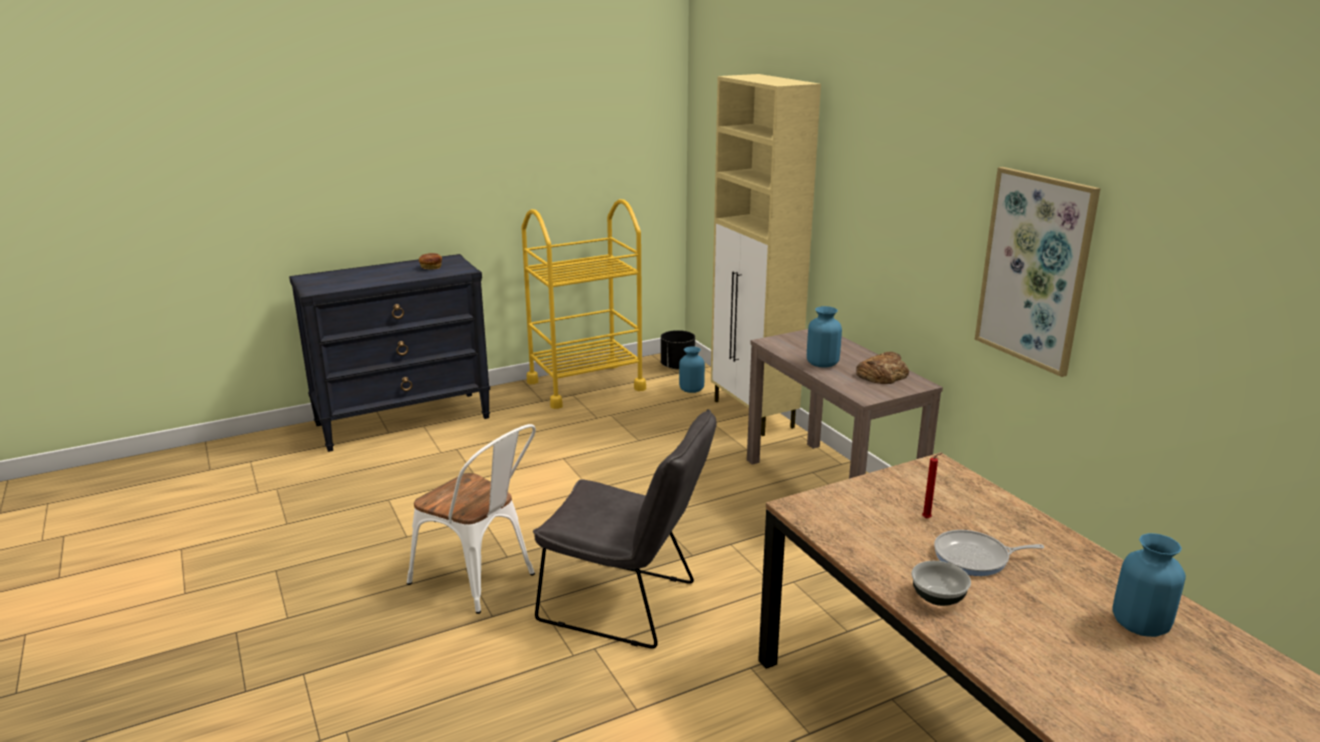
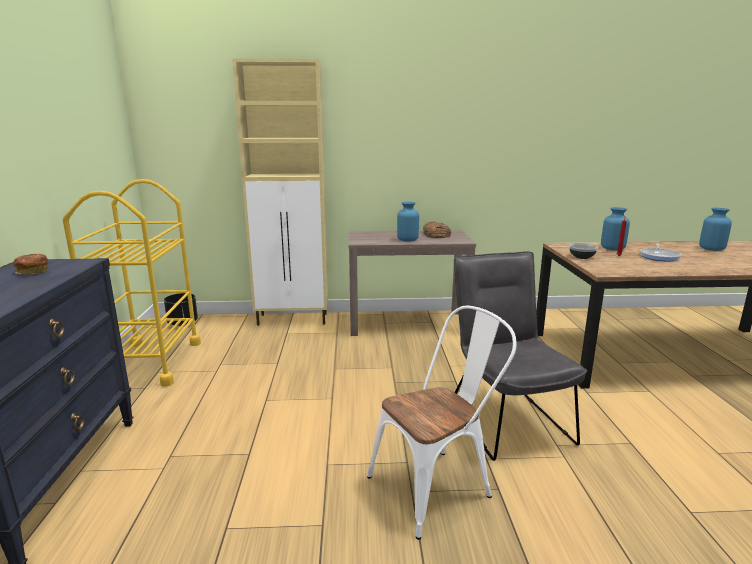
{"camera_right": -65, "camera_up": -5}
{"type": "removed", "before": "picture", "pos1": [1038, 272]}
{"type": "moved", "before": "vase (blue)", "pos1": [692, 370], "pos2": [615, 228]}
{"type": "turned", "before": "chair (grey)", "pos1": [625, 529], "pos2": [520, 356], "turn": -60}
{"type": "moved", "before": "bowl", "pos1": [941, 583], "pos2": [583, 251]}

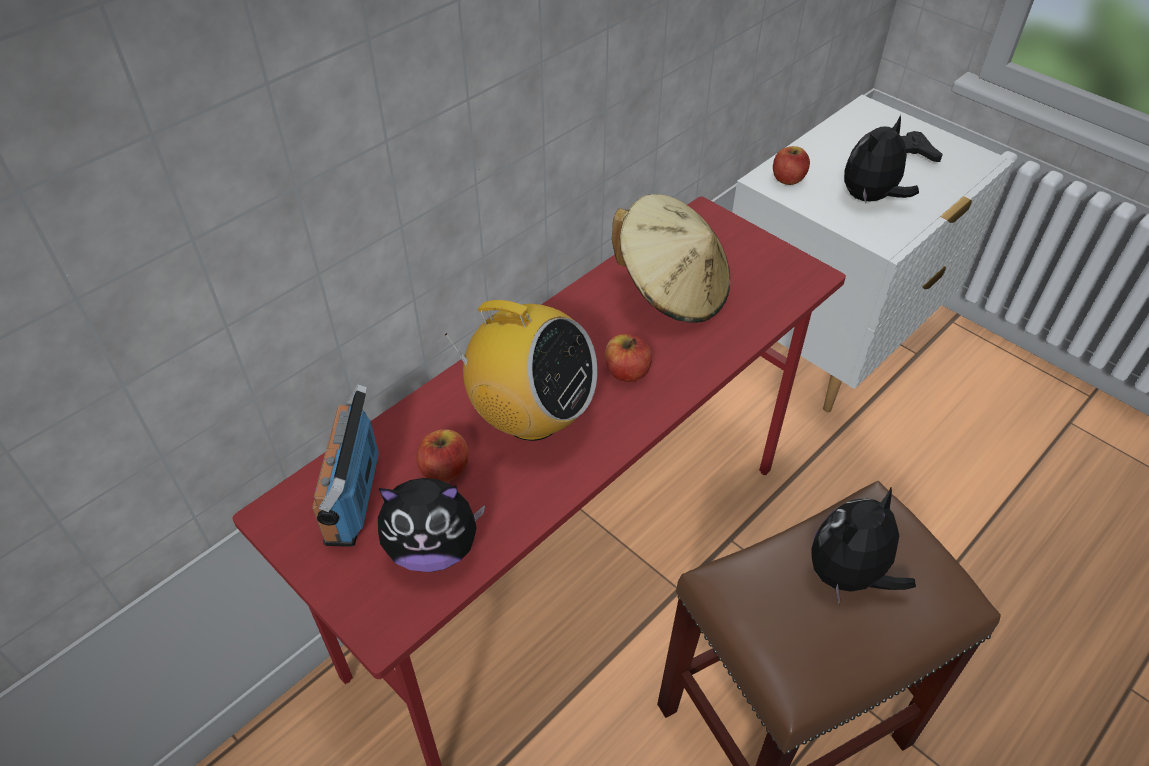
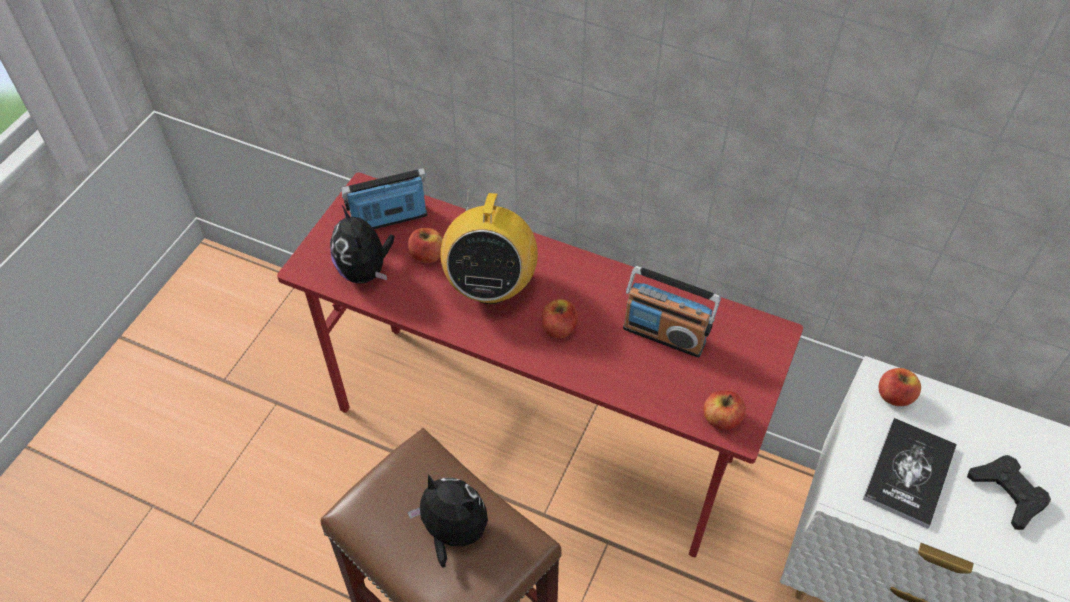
{"camera_right": 70, "camera_up": 5}
{"type": "replaced", "before": "plush toy", "after": "book", "pos1": [881, 159], "pos2": [910, 473]}
{"type": "replaced", "before": "hat (beige)", "after": "radio", "pos1": [671, 258], "pos2": [672, 312]}
{"type": "added", "after": "apple", "pos2": [725, 410]}

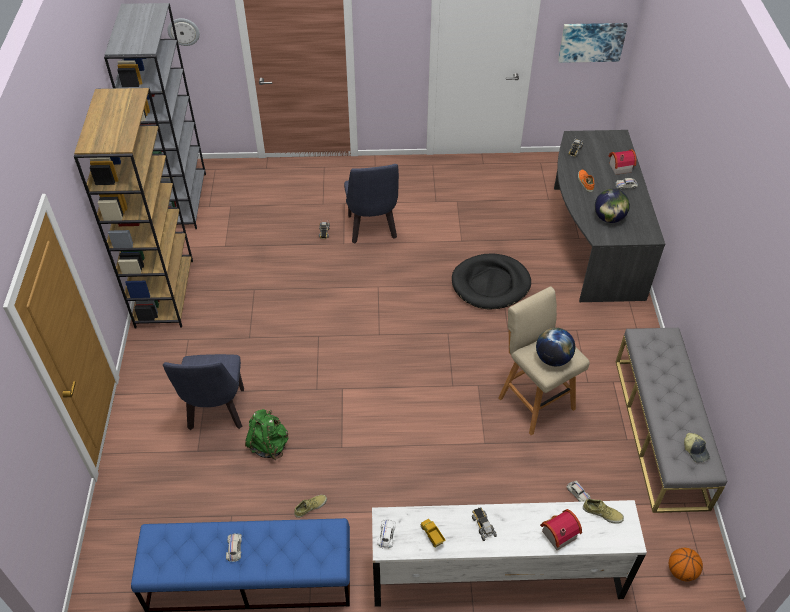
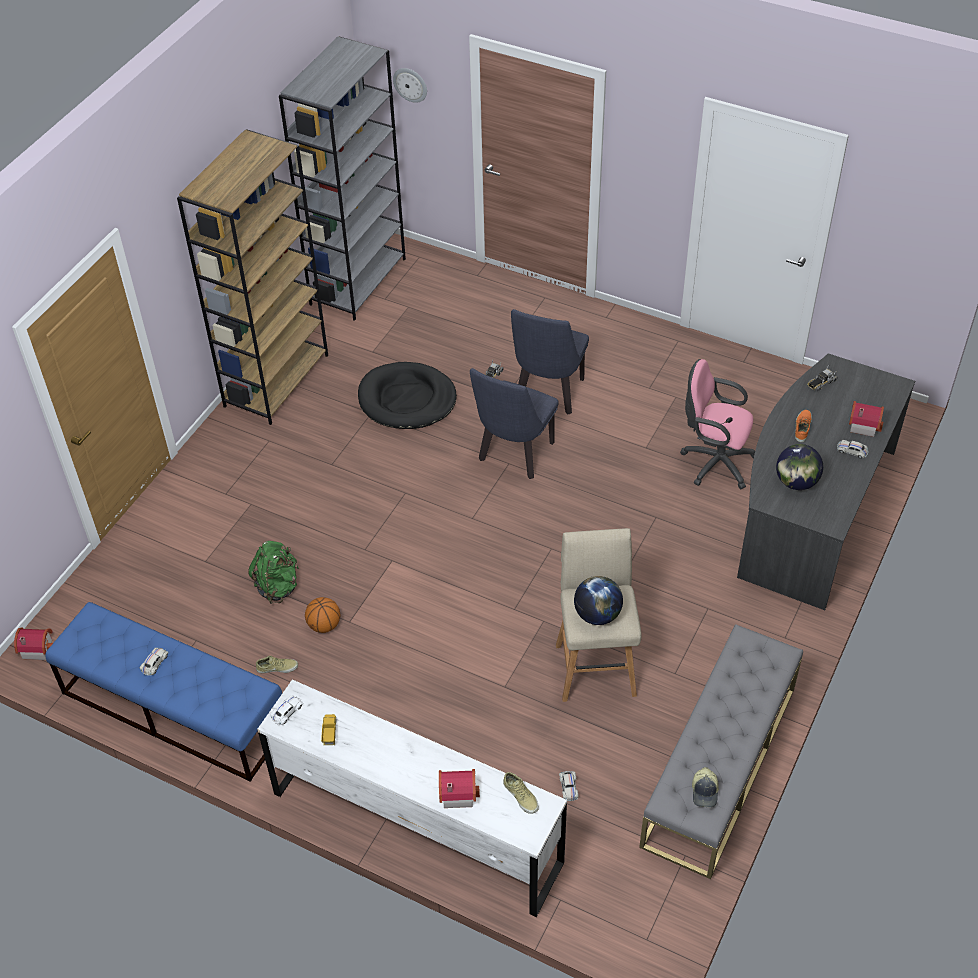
{"camera_right": 30, "camera_up": 0}
{"type": "removed", "before": "picture", "pos1": [593, 43]}
{"type": "moved", "before": "dog bed (black)", "pos1": [491, 281], "pos2": [407, 395]}
{"type": "moved", "before": "chair (blue)", "pos1": [203, 392], "pos2": [514, 423]}
{"type": "removed", "before": "toy truck", "pos1": [484, 524]}
{"type": "moved", "before": "basketball", "pos1": [686, 564], "pos2": [322, 615]}
{"type": "added", "after": "office chair (pink)", "pos2": [717, 424]}
{"type": "added", "after": "toy house", "pos2": [33, 643]}

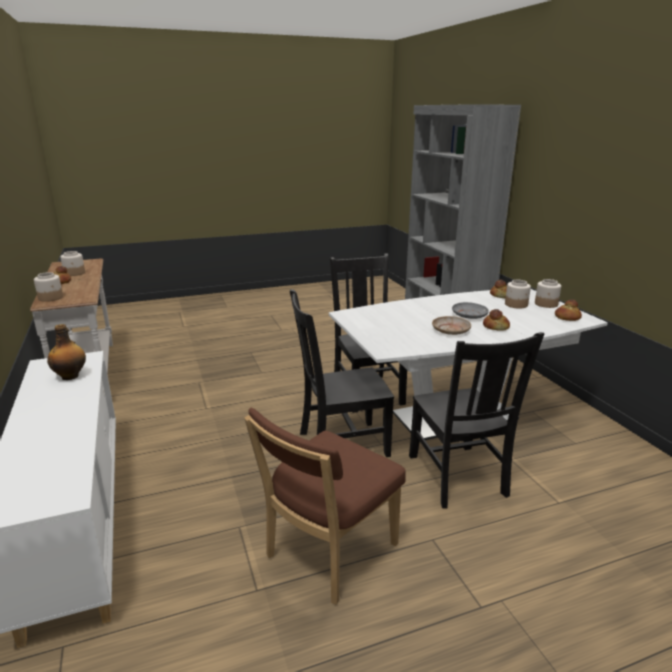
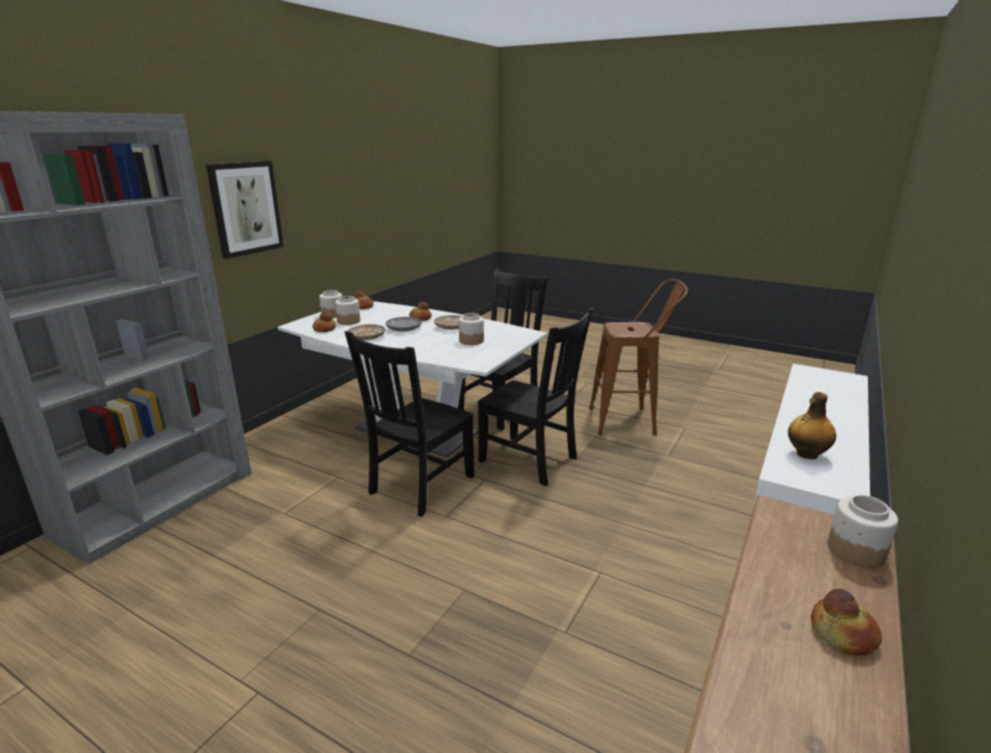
{"camera_right": -130, "camera_up": 0}
{"type": "moved", "before": "jar", "pos1": [72, 263], "pos2": [471, 329]}
{"type": "replaced", "before": "chair (brown)", "after": "stool (brown)", "pos1": [325, 506], "pos2": [638, 357]}
{"type": "added", "after": "picture", "pos2": [245, 210]}
{"type": "added", "after": "plate (beige)", "pos2": [367, 332]}

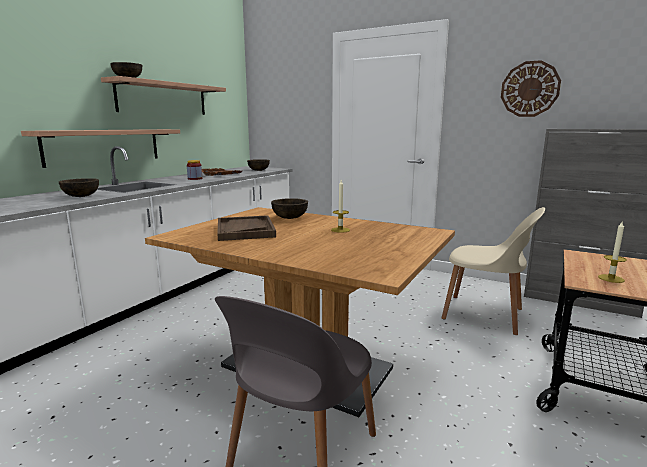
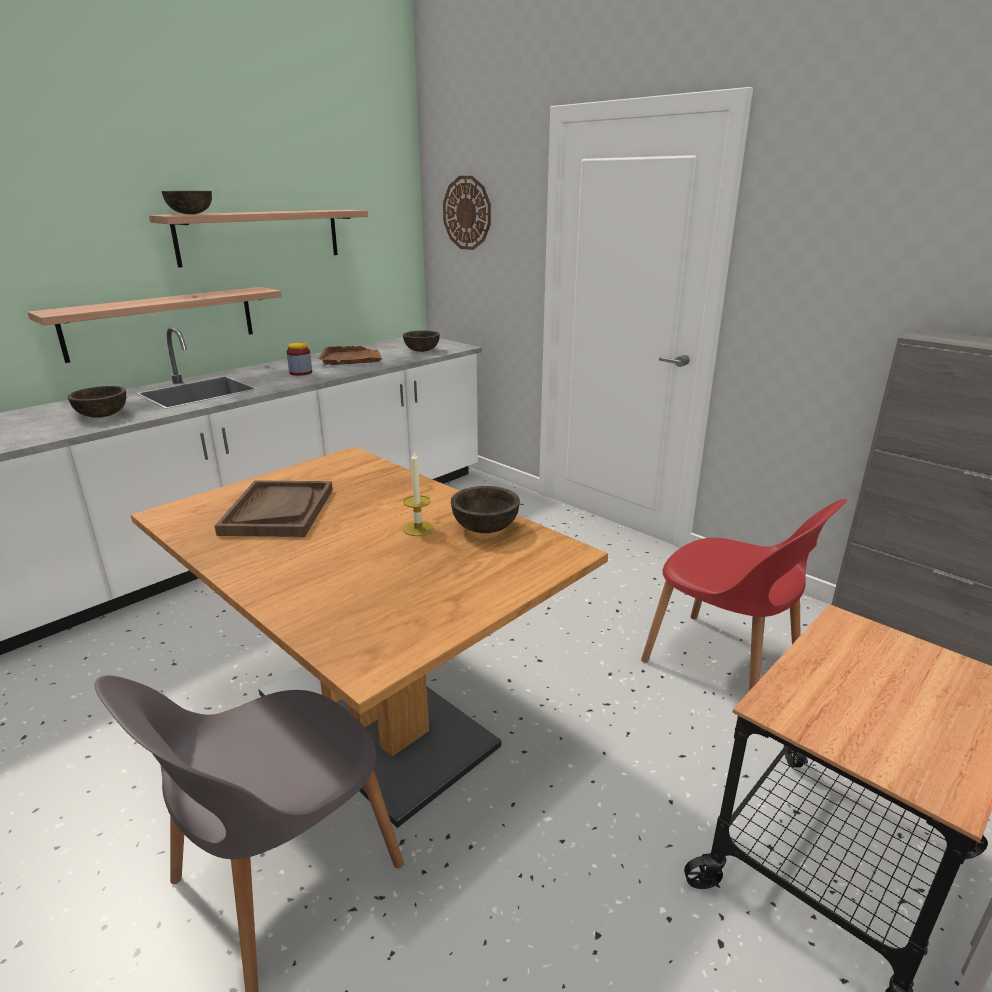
{"camera_right": 15, "camera_up": 10}
{"type": "moved", "before": "wall clock", "pos1": [531, 88], "pos2": [467, 213]}
{"type": "moved", "before": "bowl (brown)", "pos1": [289, 208], "pos2": [485, 509]}
{"type": "recoloured", "before": "chair (beige)", "after": "chair (red)", "pos1": [493, 271], "pos2": [744, 595]}
{"type": "removed", "before": "candle", "pos1": [612, 252]}

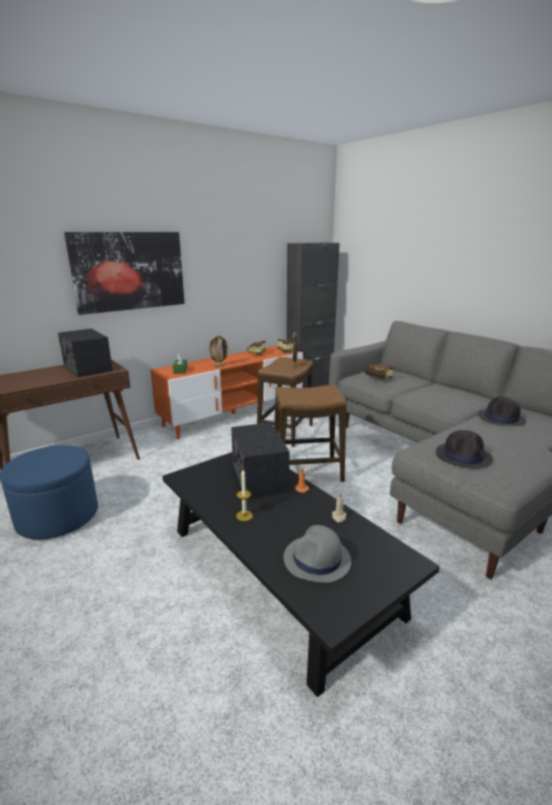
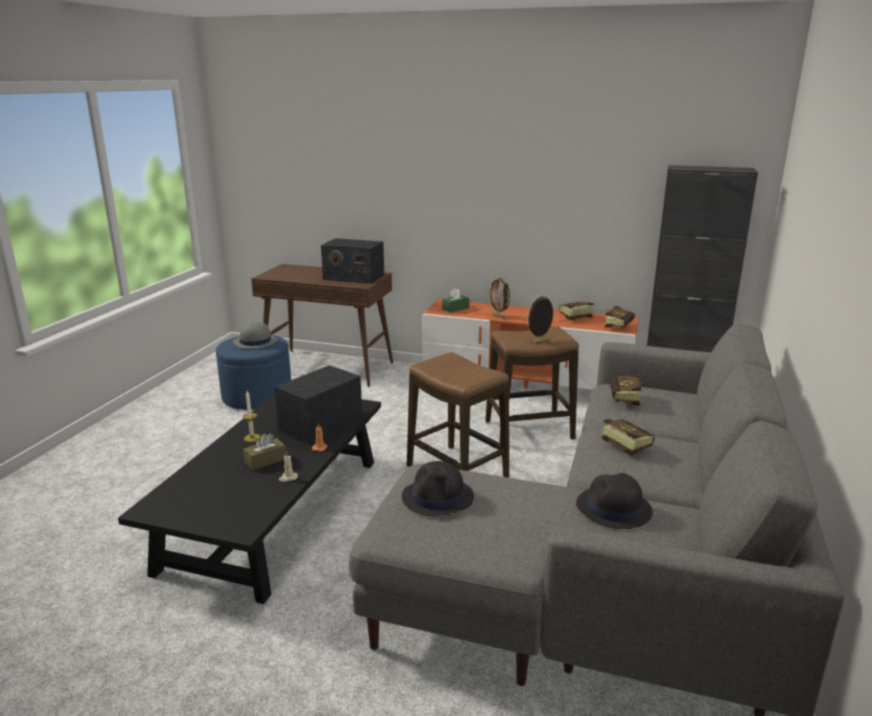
{"camera_right": 55, "camera_up": 0}
{"type": "removed", "before": "picture", "pos1": [124, 273]}
{"type": "turned", "before": "radio", "pos1": [85, 353], "pos2": [352, 261], "turn": -90}
{"type": "moved", "before": "hat (grey)", "pos1": [317, 554], "pos2": [255, 335]}
{"type": "added", "after": "book", "pos2": [626, 437]}
{"type": "added", "after": "tissue box (brown)", "pos2": [264, 451]}

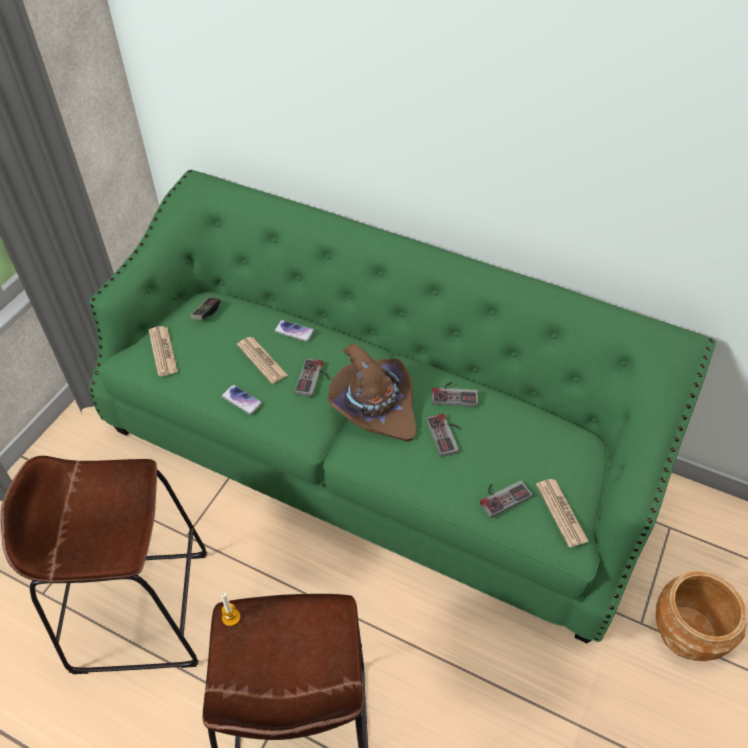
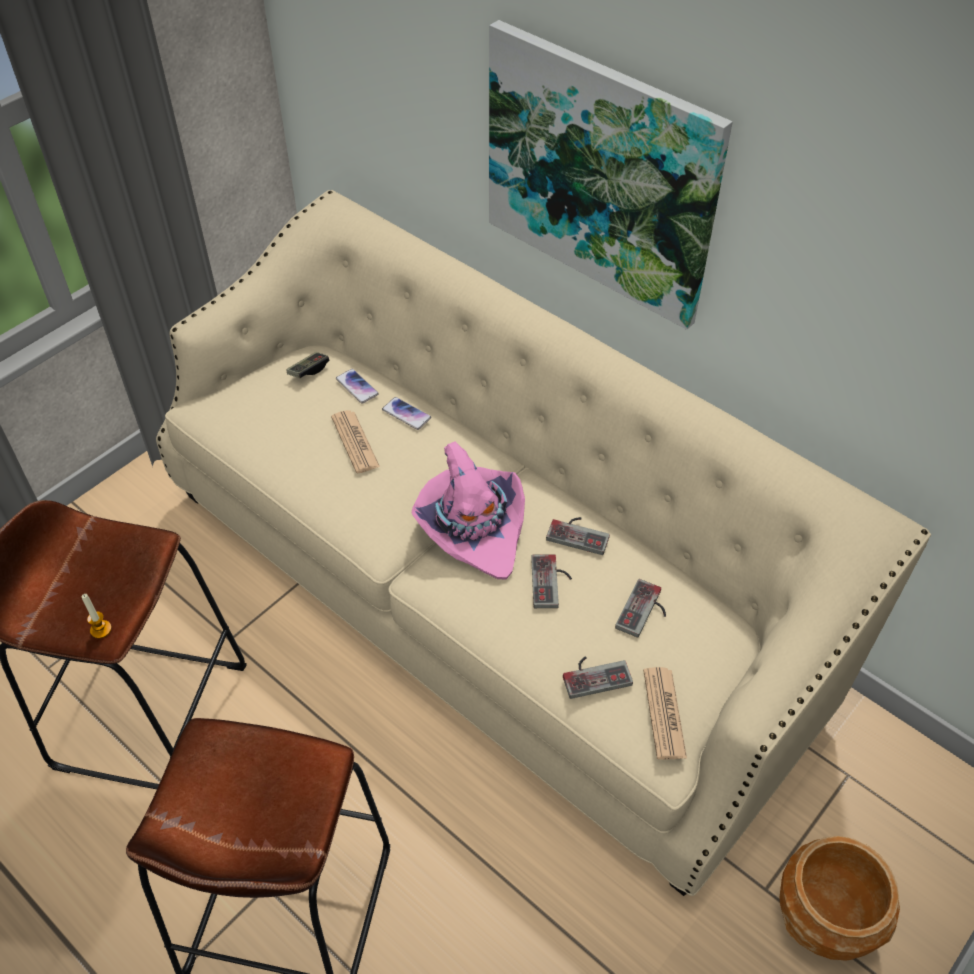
{"camera_right": 15, "camera_up": 0}
{"type": "recoloured", "before": "sofa (green)", "after": "sofa (beige)", "pos1": [402, 406], "pos2": [543, 543]}
{"type": "removed", "before": "newspaper", "pos1": [163, 351]}
{"type": "recoloured", "before": "hat (brown)", "after": "hat (pink)", "pos1": [372, 392], "pos2": [468, 510]}
{"type": "moved", "before": "game controller", "pos1": [312, 377], "pos2": [640, 608]}
{"type": "moved", "before": "phone", "pos1": [241, 399], "pos2": [357, 386]}
{"type": "moved", "before": "candle", "pos1": [230, 609], "pos2": [96, 616]}
{"type": "added", "after": "picture", "pos2": [611, 175]}

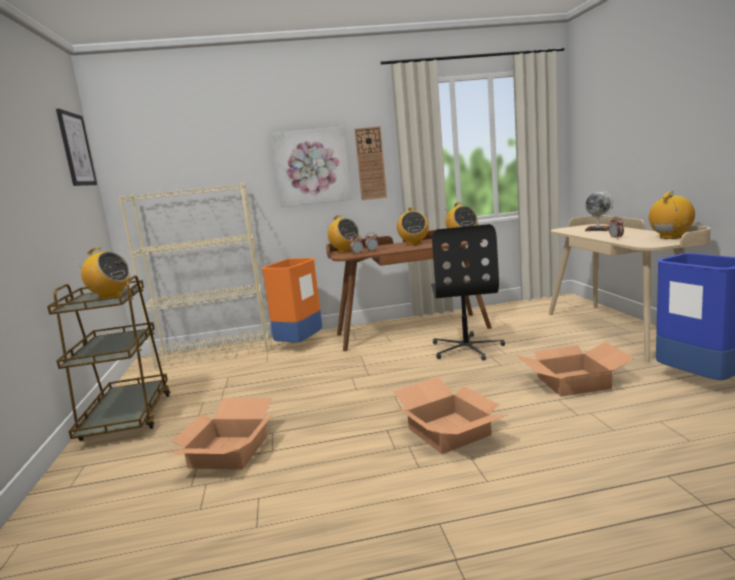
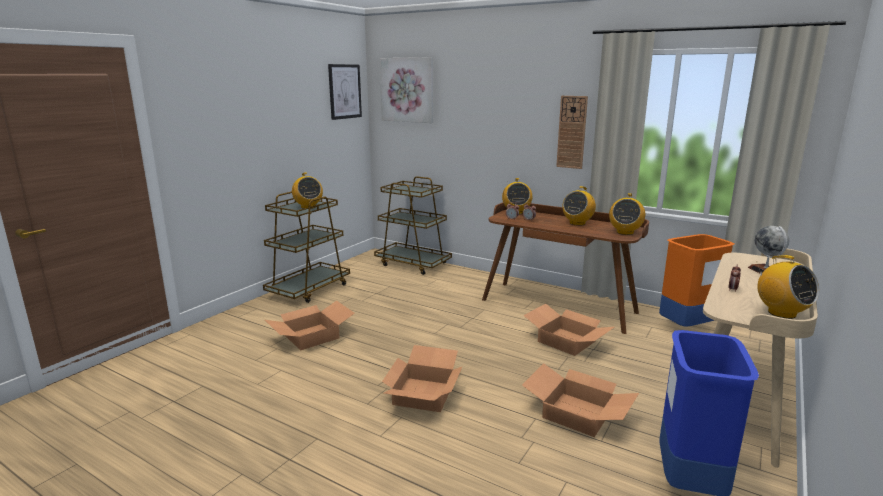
{"camera_right": 40, "camera_up": 5}
{"type": "moved", "before": "picture", "pos1": [311, 166], "pos2": [406, 90]}
{"type": "replaced", "before": "bookcase (beige)", "after": "cart (brown)", "pos1": [194, 276], "pos2": [413, 225]}
{"type": "turned", "before": "radio", "pos1": [672, 215], "pos2": [788, 287], "turn": 60}
{"type": "replaced", "before": "office chair (black)", "after": "cardboard box", "pos1": [468, 292], "pos2": [568, 330]}
{"type": "moved", "before": "trash can (orange)", "pos1": [292, 300], "pos2": [696, 280]}

